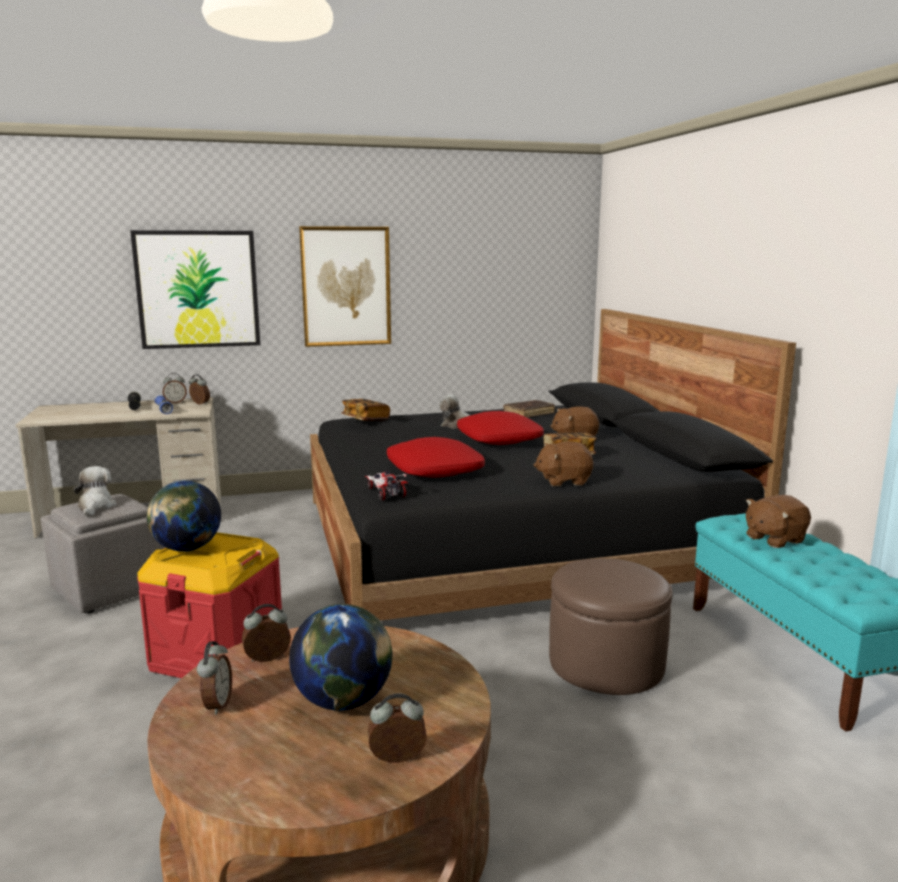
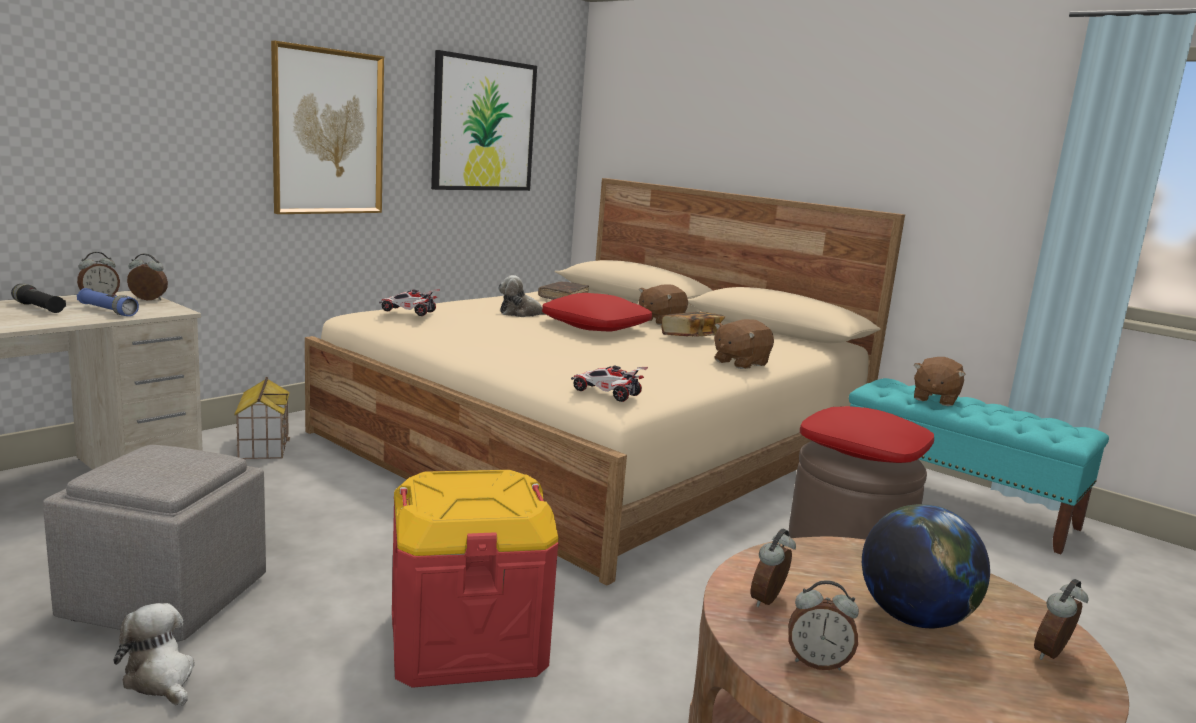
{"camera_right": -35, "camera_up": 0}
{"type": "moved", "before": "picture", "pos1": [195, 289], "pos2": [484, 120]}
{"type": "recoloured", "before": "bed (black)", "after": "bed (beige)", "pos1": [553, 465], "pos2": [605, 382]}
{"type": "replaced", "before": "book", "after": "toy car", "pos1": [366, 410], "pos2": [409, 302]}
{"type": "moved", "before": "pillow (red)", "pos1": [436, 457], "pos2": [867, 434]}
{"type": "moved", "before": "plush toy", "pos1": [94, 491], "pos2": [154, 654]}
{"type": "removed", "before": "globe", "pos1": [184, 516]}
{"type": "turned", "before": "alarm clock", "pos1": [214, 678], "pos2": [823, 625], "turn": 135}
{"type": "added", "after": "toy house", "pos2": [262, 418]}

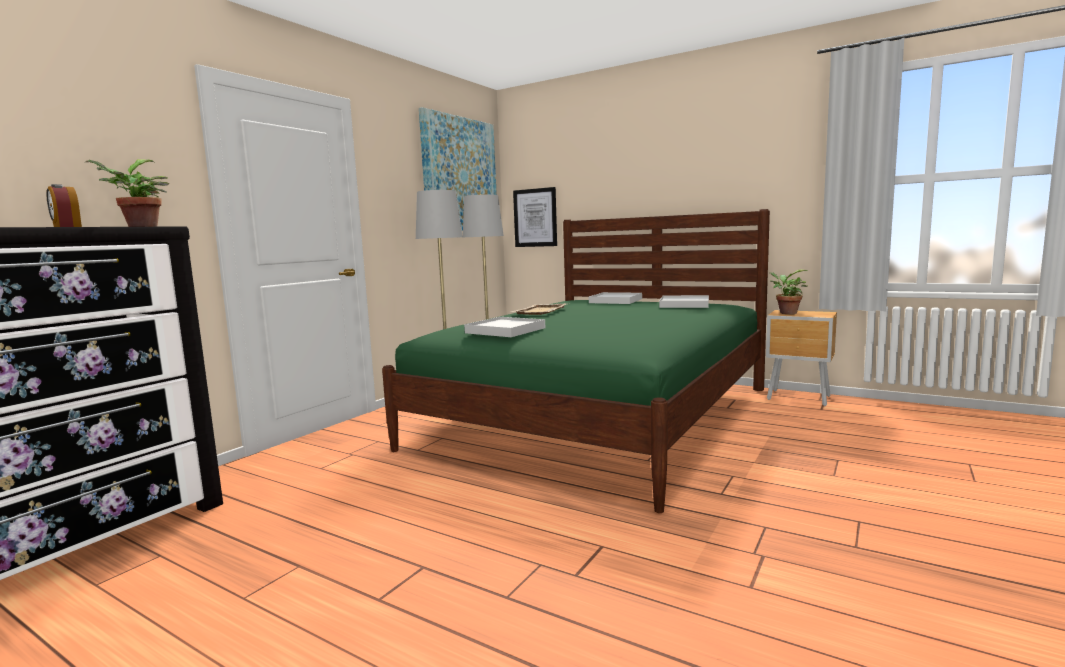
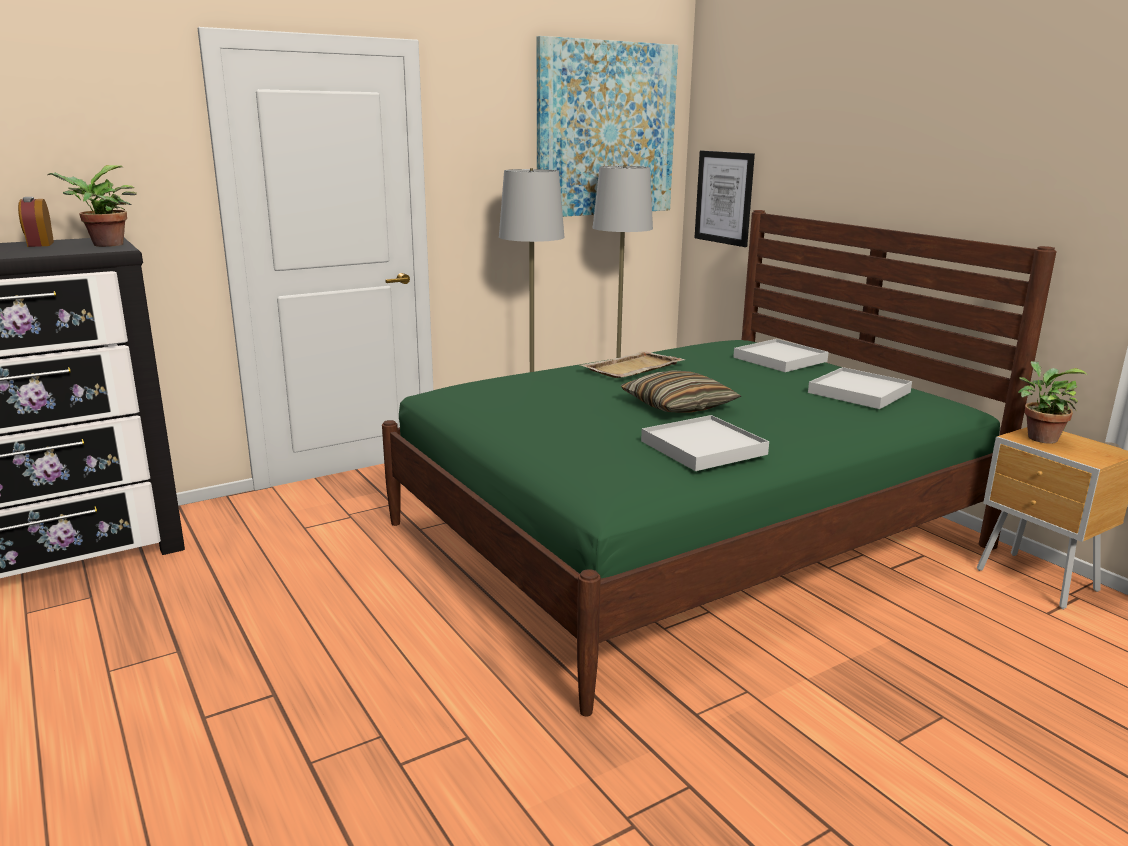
{"camera_right": 25, "camera_up": 10}
{"type": "moved", "before": "tray (white)", "pos1": [504, 327], "pos2": [705, 443]}
{"type": "added", "after": "pillow", "pos2": [681, 391]}

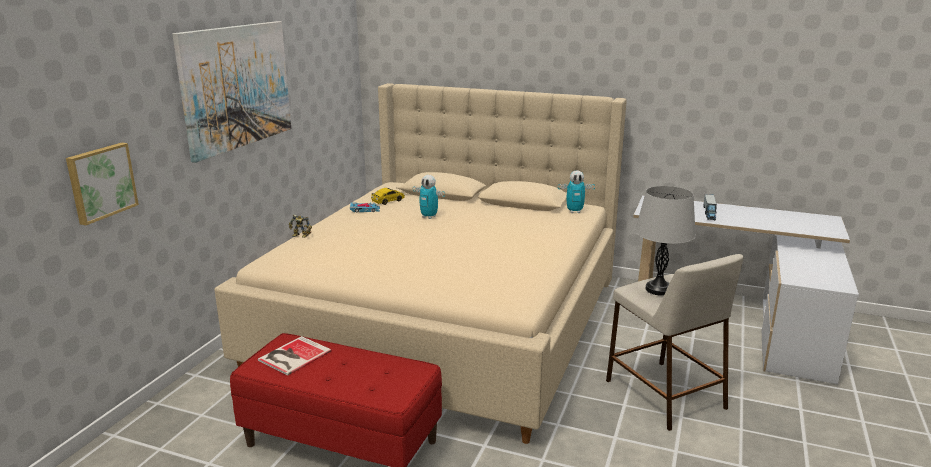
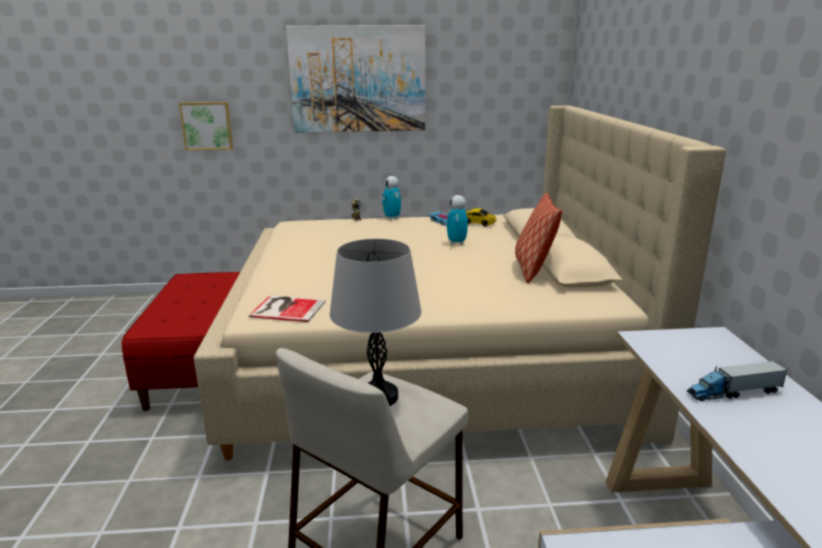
{"camera_right": 65, "camera_up": 0}
{"type": "moved", "before": "toy robot", "pos1": [576, 191], "pos2": [391, 198]}
{"type": "moved", "before": "book", "pos1": [295, 355], "pos2": [287, 308]}
{"type": "added", "after": "pillow", "pos2": [538, 238]}

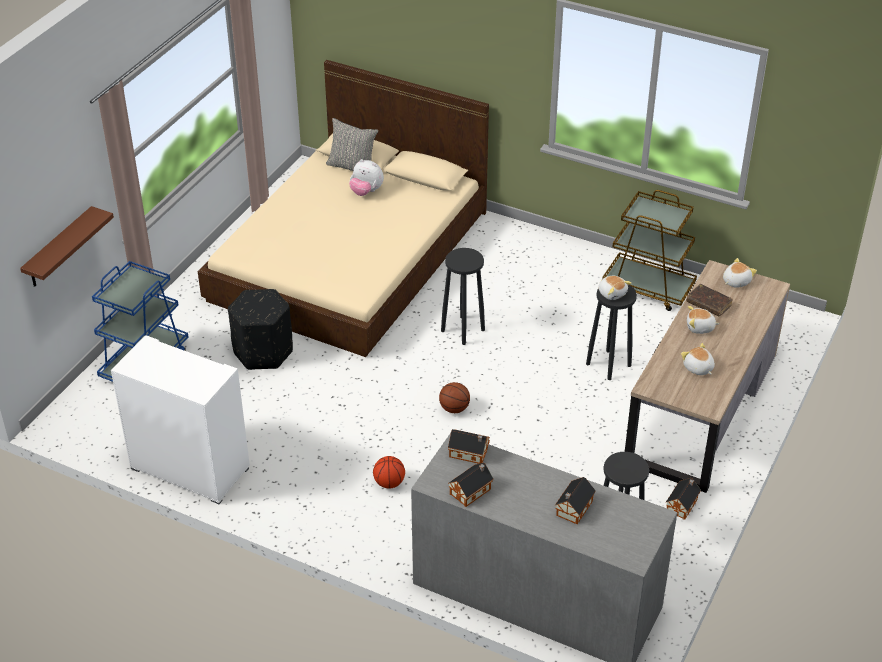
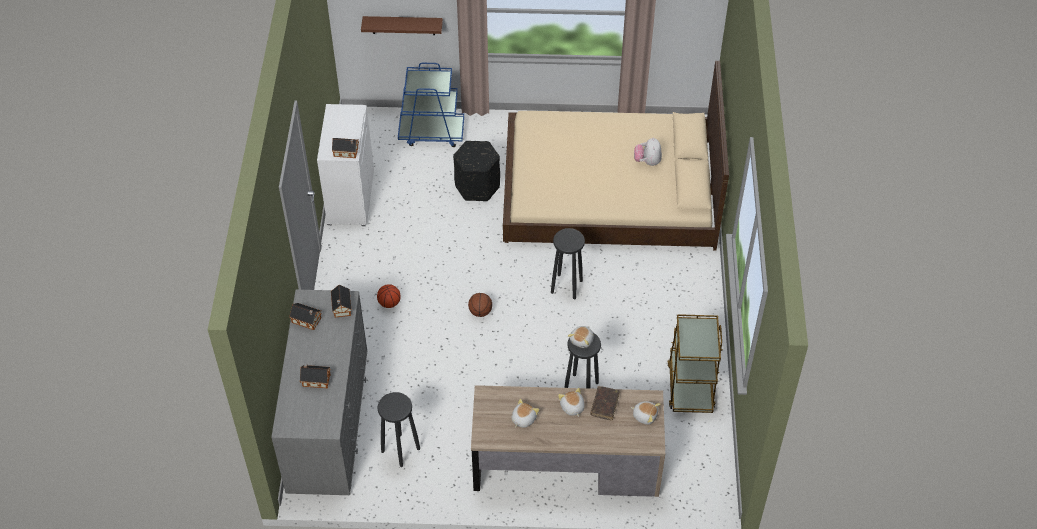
{"camera_right": 65, "camera_up": 10}
{"type": "removed", "before": "pillow (grey)", "pos1": [352, 144]}
{"type": "moved", "before": "toy house", "pos1": [683, 499], "pos2": [345, 148]}

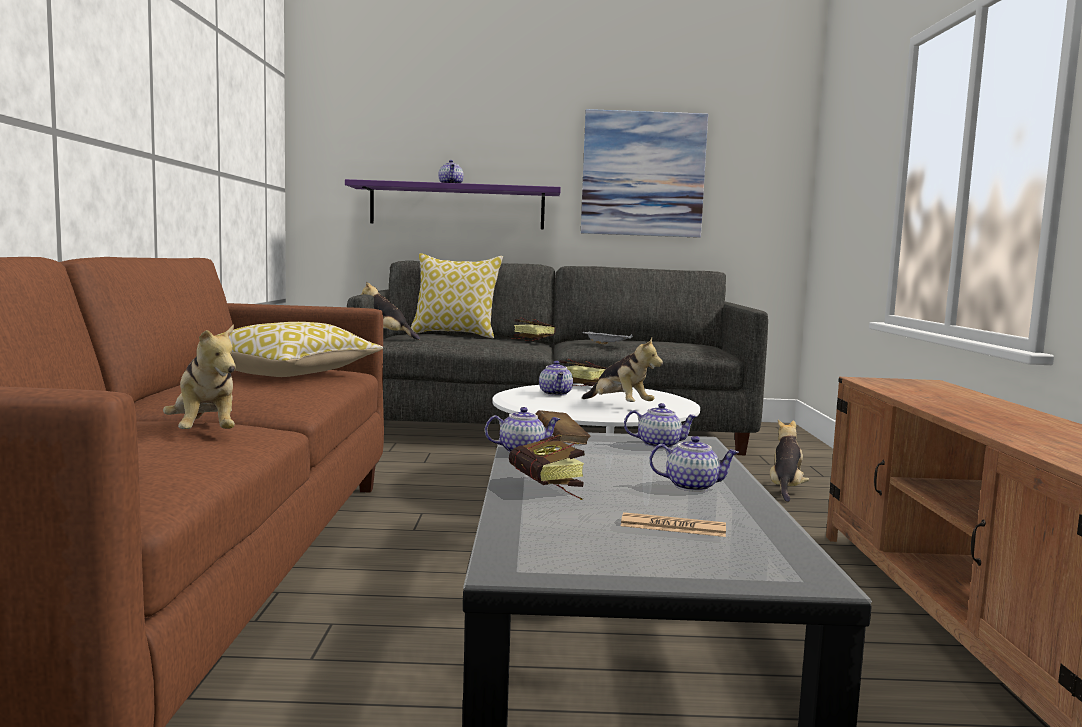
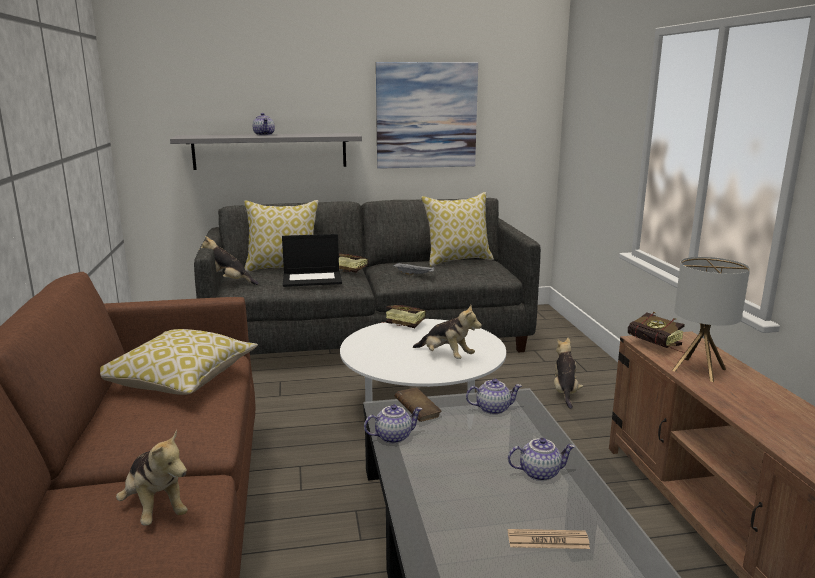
{"camera_right": -10, "camera_up": 10}
{"type": "recoloured", "before": "shelf (purple)", "after": "shelf (grey)", "pos1": [453, 204], "pos2": [266, 151]}
{"type": "removed", "before": "teapot", "pos1": [556, 378]}
{"type": "moved", "before": "book", "pos1": [547, 467], "pos2": [656, 332]}
{"type": "added", "after": "pillow", "pos2": [457, 229]}
{"type": "added", "after": "laptop", "pos2": [312, 260]}
{"type": "added", "after": "table lamp", "pos2": [711, 319]}

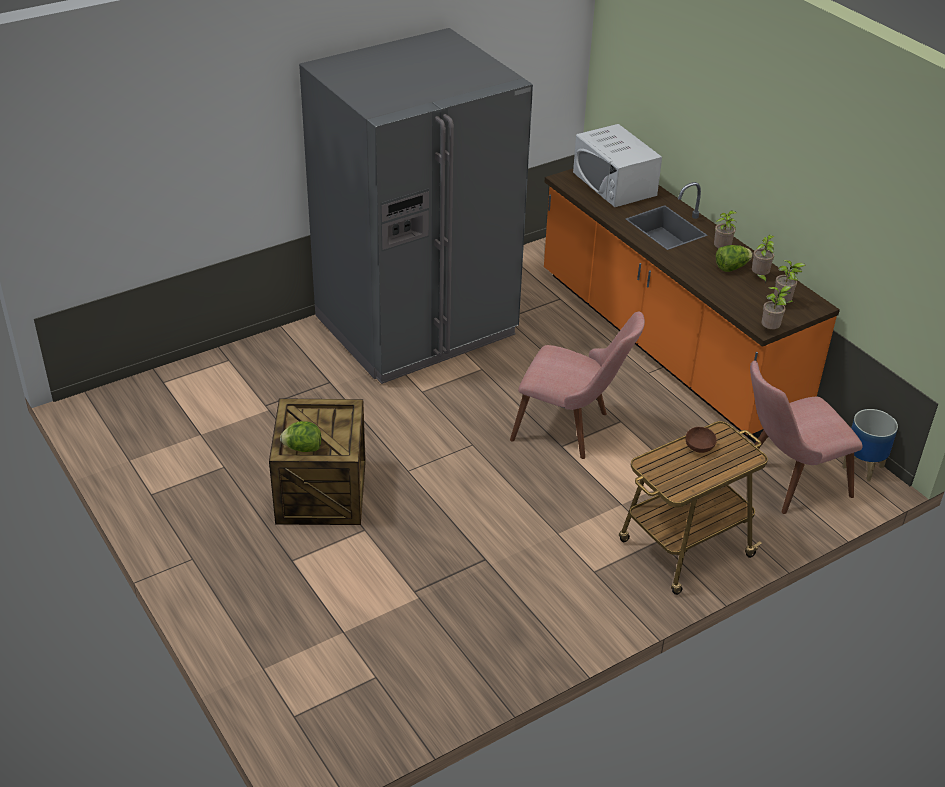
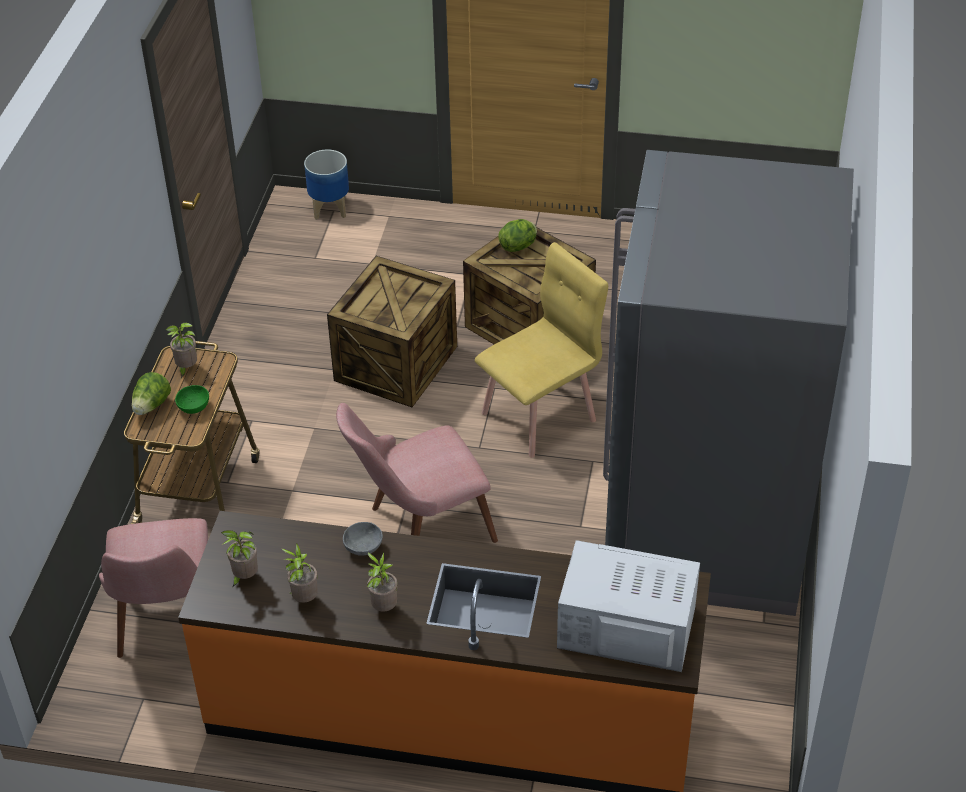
{"camera_right": 135, "camera_up": 5}
{"type": "moved", "before": "lettuce", "pos1": [734, 258], "pos2": [151, 393]}
{"type": "moved", "before": "potted plant", "pos1": [777, 307], "pos2": [181, 350]}
{"type": "turned", "before": "chair (pink)", "pos1": [806, 437], "pos2": [153, 588], "turn": 150}
{"type": "moved", "before": "planter", "pos1": [870, 445], "pos2": [326, 184]}
{"type": "recoloured", "before": "bowl (brown)", "after": "bowl (green)", "pos1": [701, 440], "pos2": [192, 399]}
{"type": "added", "after": "chair (yellow)", "pos2": [541, 350]}
{"type": "added", "after": "crate", "pos2": [392, 331]}
{"type": "added", "after": "bowl (grey)", "pos2": [363, 539]}

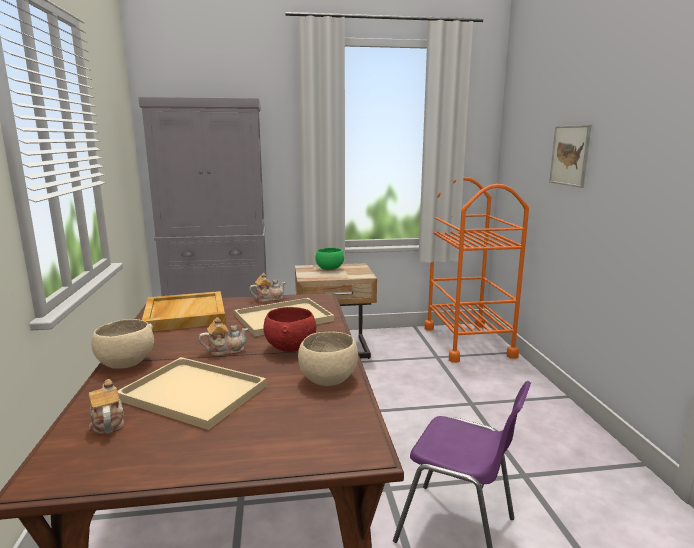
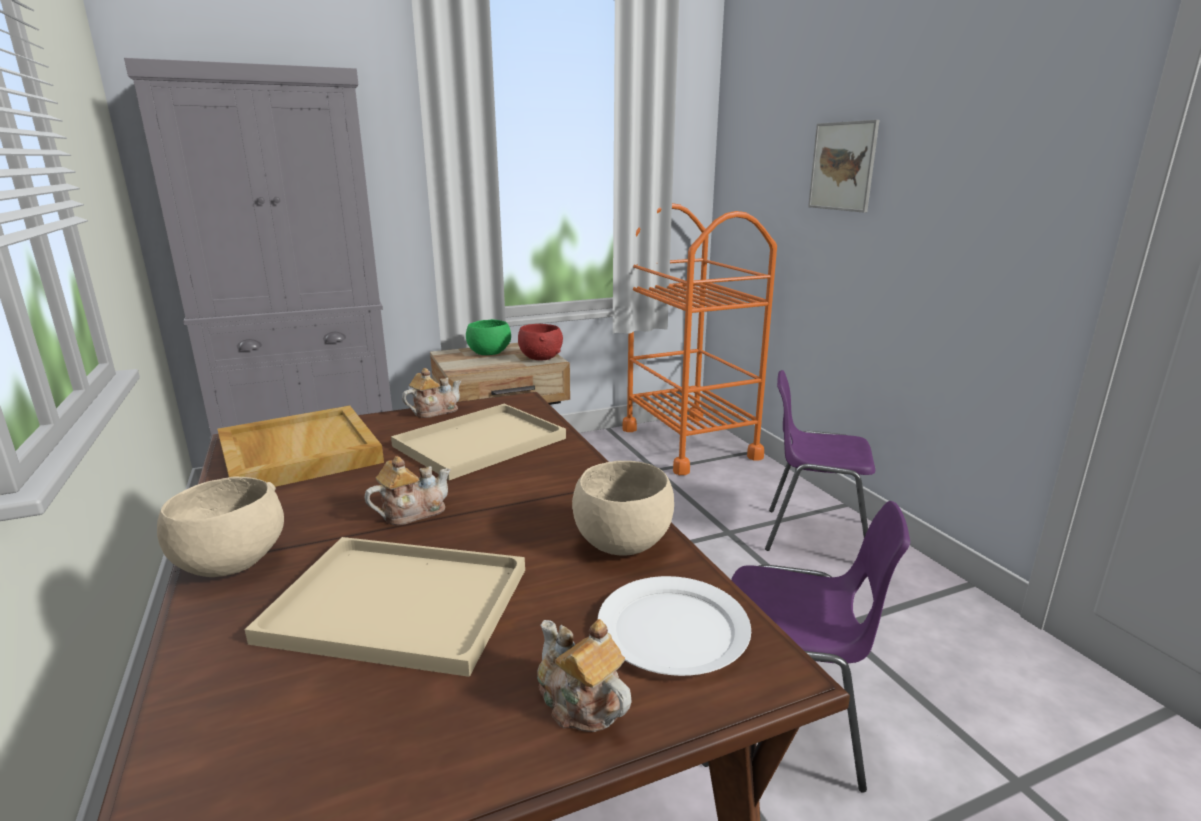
{"camera_right": -15, "camera_up": 5}
{"type": "moved", "before": "bowl (red)", "pos1": [290, 329], "pos2": [540, 342]}
{"type": "moved", "before": "teapot", "pos1": [106, 406], "pos2": [584, 675]}
{"type": "added", "after": "chair (purple)", "pos2": [820, 460]}
{"type": "added", "after": "plate (white)", "pos2": [674, 626]}

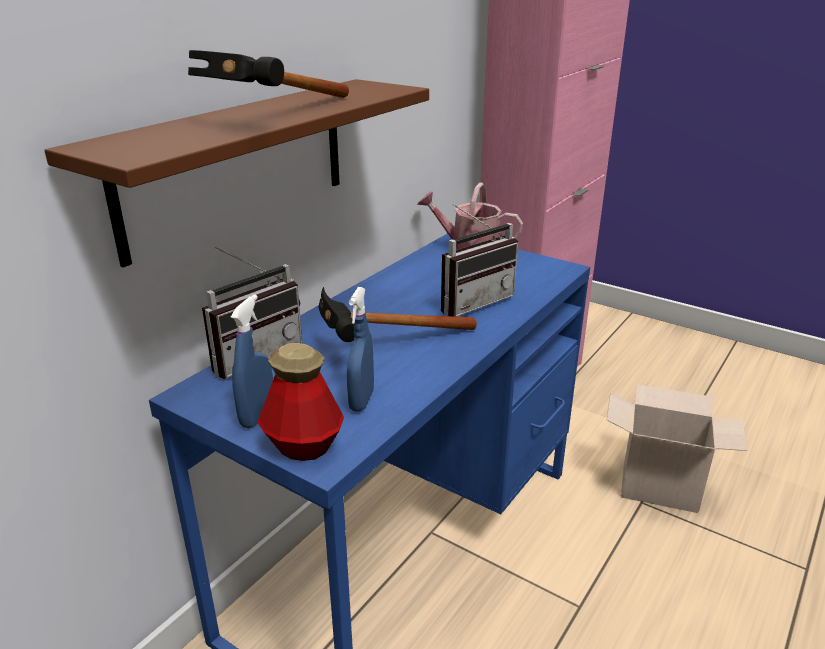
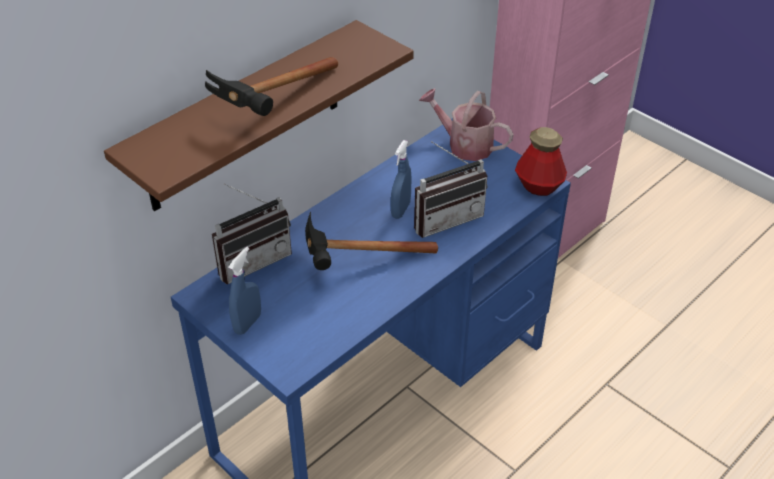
{"camera_right": 10, "camera_up": 15}
{"type": "moved", "before": "spray bottle (blue)", "pos1": [360, 349], "pos2": [401, 179]}
{"type": "moved", "before": "bottle", "pos1": [300, 402], "pos2": [541, 161]}
{"type": "removed", "before": "cardboard box", "pos1": [677, 448]}

